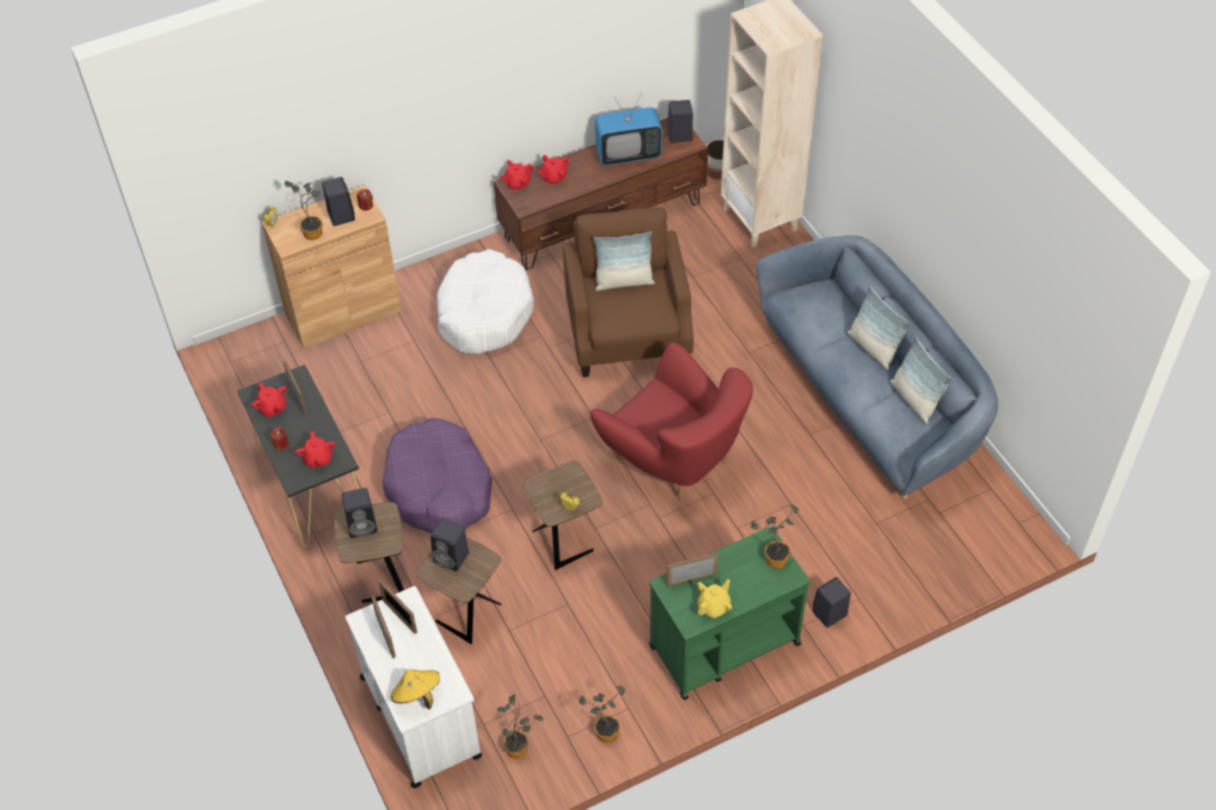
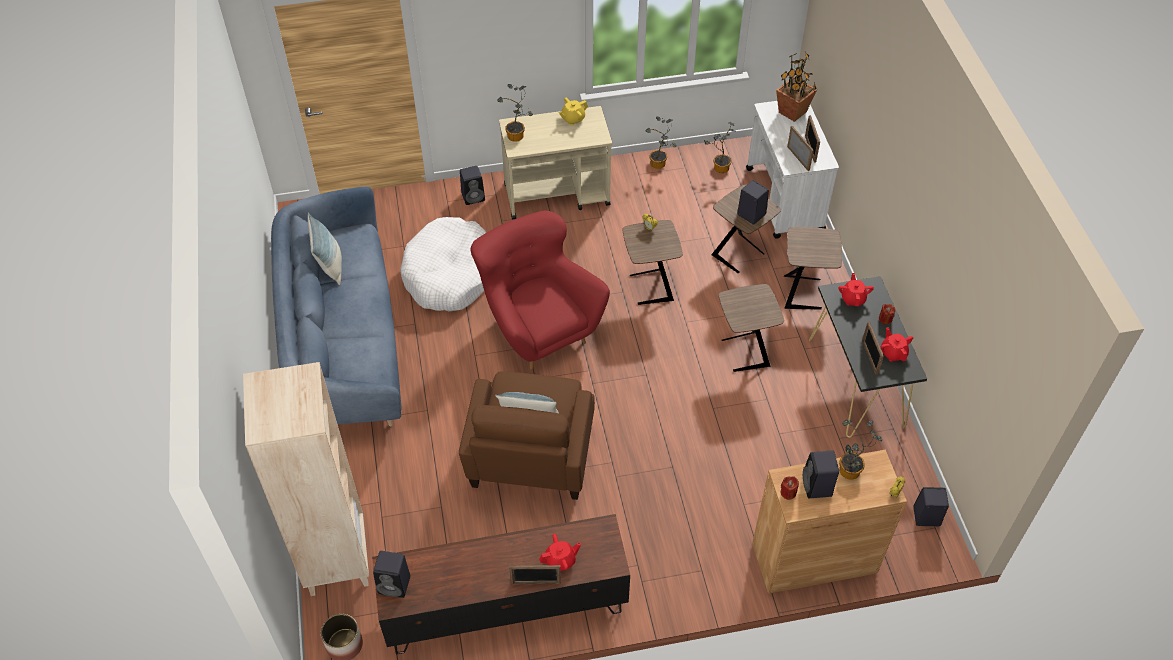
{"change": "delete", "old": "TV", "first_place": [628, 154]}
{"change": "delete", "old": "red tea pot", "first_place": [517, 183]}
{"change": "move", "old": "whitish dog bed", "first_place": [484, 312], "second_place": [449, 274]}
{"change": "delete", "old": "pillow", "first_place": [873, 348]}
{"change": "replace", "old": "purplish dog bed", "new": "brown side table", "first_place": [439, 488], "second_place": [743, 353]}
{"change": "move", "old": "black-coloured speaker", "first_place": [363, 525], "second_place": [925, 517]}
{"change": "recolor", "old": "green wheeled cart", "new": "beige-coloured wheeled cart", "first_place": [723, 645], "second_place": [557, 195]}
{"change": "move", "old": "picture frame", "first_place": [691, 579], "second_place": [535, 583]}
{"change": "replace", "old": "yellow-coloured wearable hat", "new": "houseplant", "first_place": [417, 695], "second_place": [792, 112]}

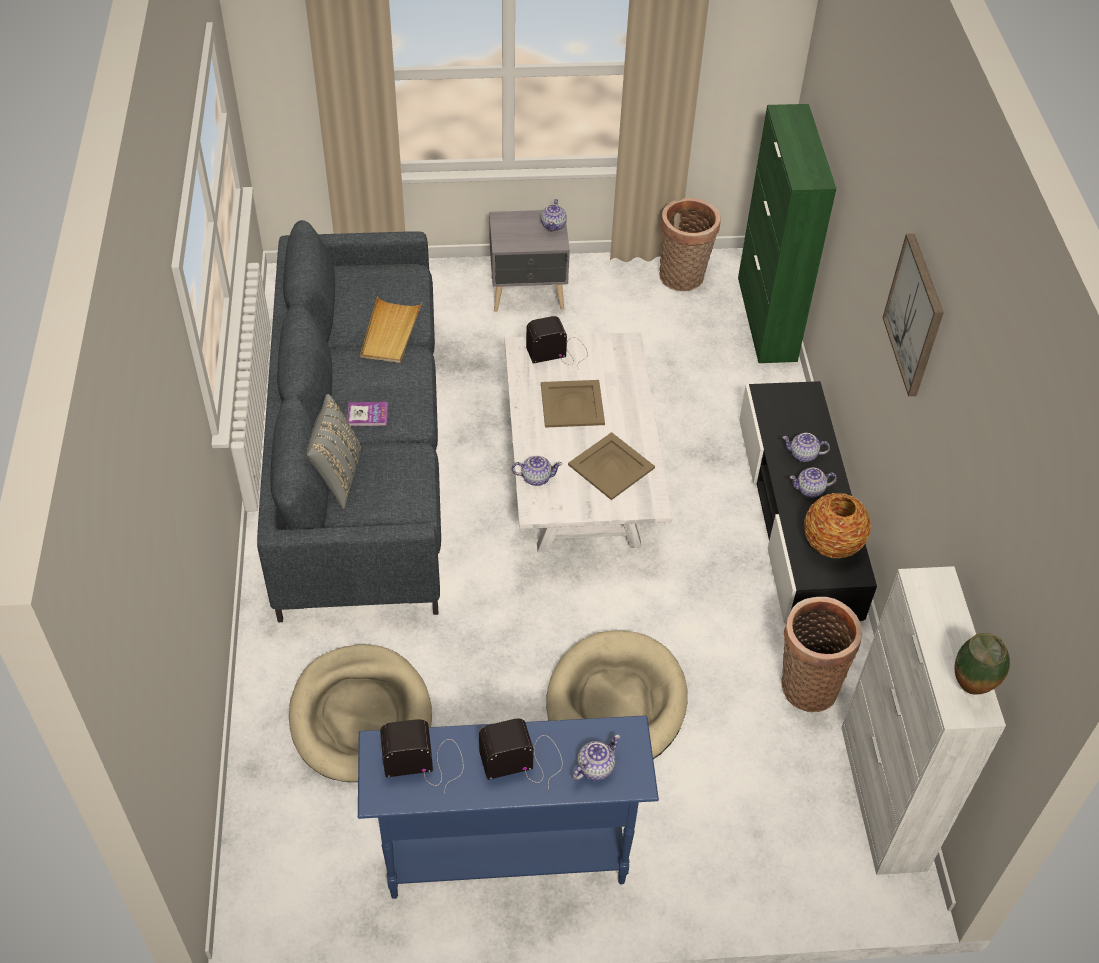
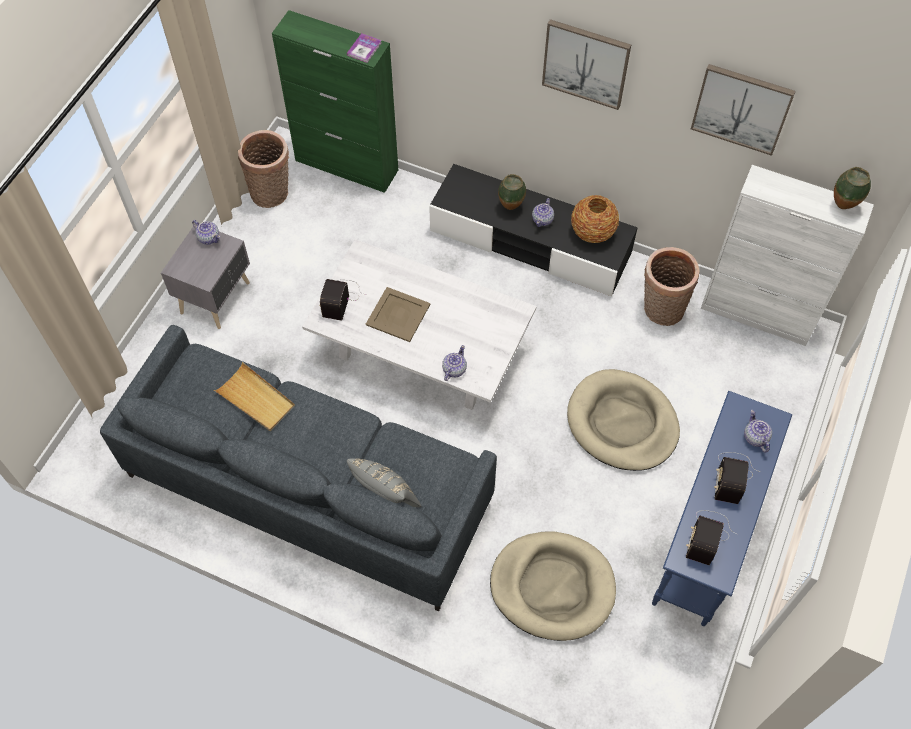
{"change": "move", "old": "book", "first_place": [367, 415], "second_place": [364, 49]}
{"change": "delete", "old": "beige-coloured serving tray", "first_place": [611, 466]}
{"change": "replace", "old": "tea pot", "new": "decorative vase", "first_place": [803, 455], "second_place": [511, 207]}
{"change": "insert", "new": "picture", "second_place": [741, 108]}

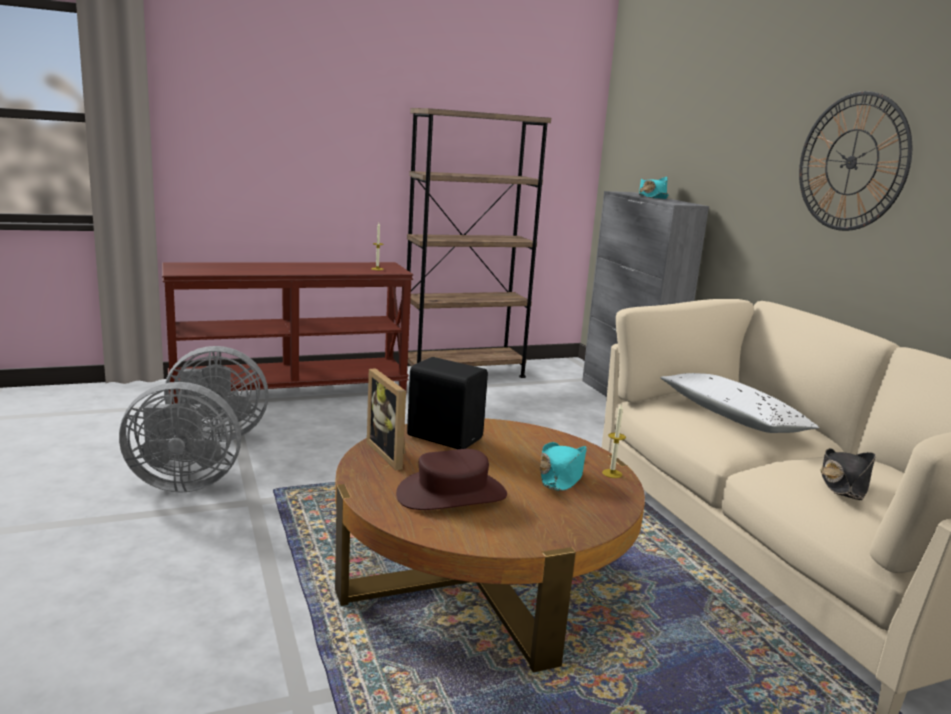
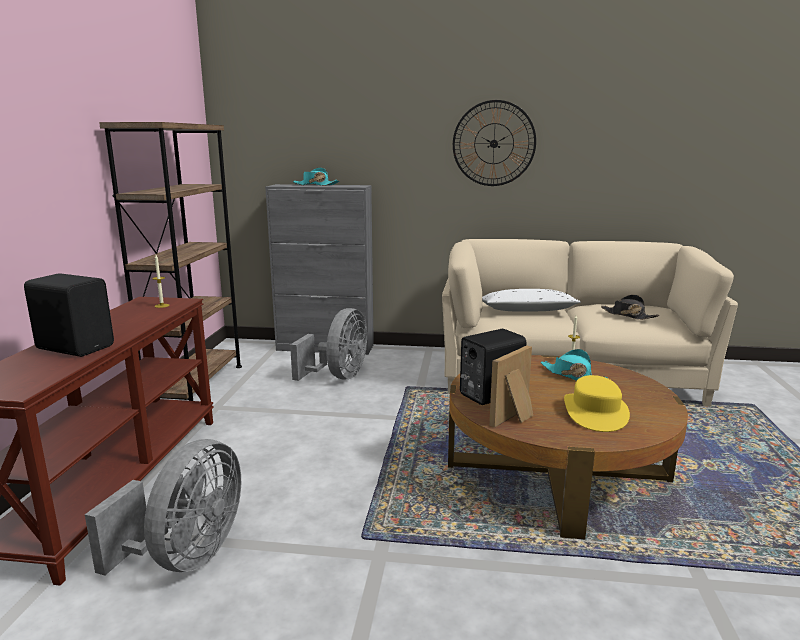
{"change": "rotate", "old": "picture frame", "first_place": [391, 454], "second_place": [515, 418], "degrees": 135}
{"change": "move", "old": "grey fan", "first_place": [182, 483], "second_place": [339, 376]}
{"change": "recolor", "old": "brown wearable hat", "new": "yellow-coloured wearable hat", "first_place": [451, 494], "second_place": [595, 412]}
{"change": "insert", "new": "black-coloured speaker", "second_place": [76, 347]}

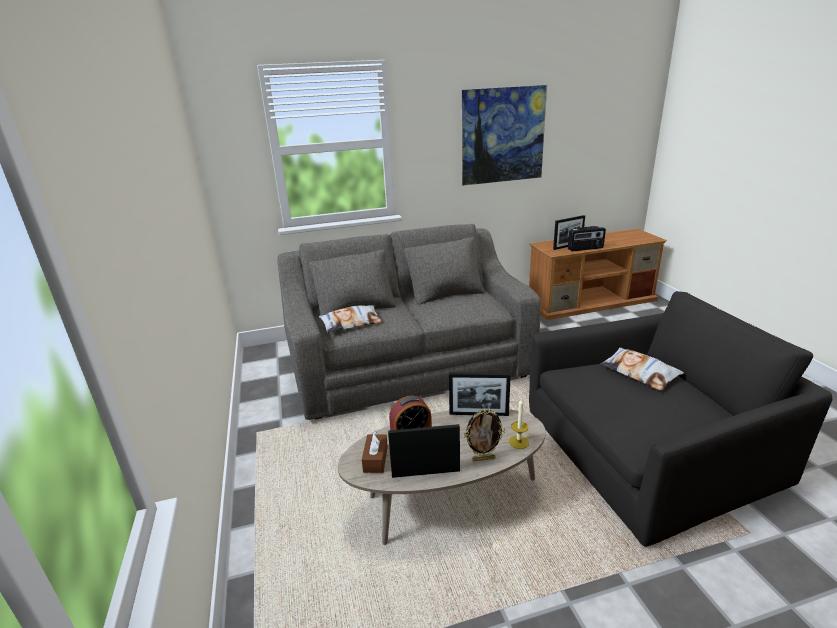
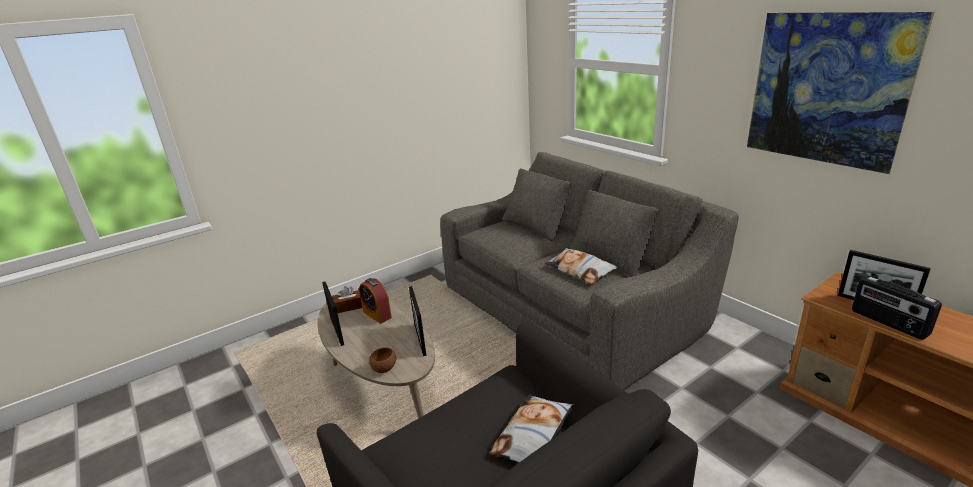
{"change": "move", "old": "pillow", "first_place": [351, 323], "second_place": [580, 270]}
{"change": "replace", "old": "candle", "new": "brown serving bowl", "first_place": [518, 442], "second_place": [384, 369]}
{"change": "delete", "old": "picture frame", "first_place": [483, 458]}

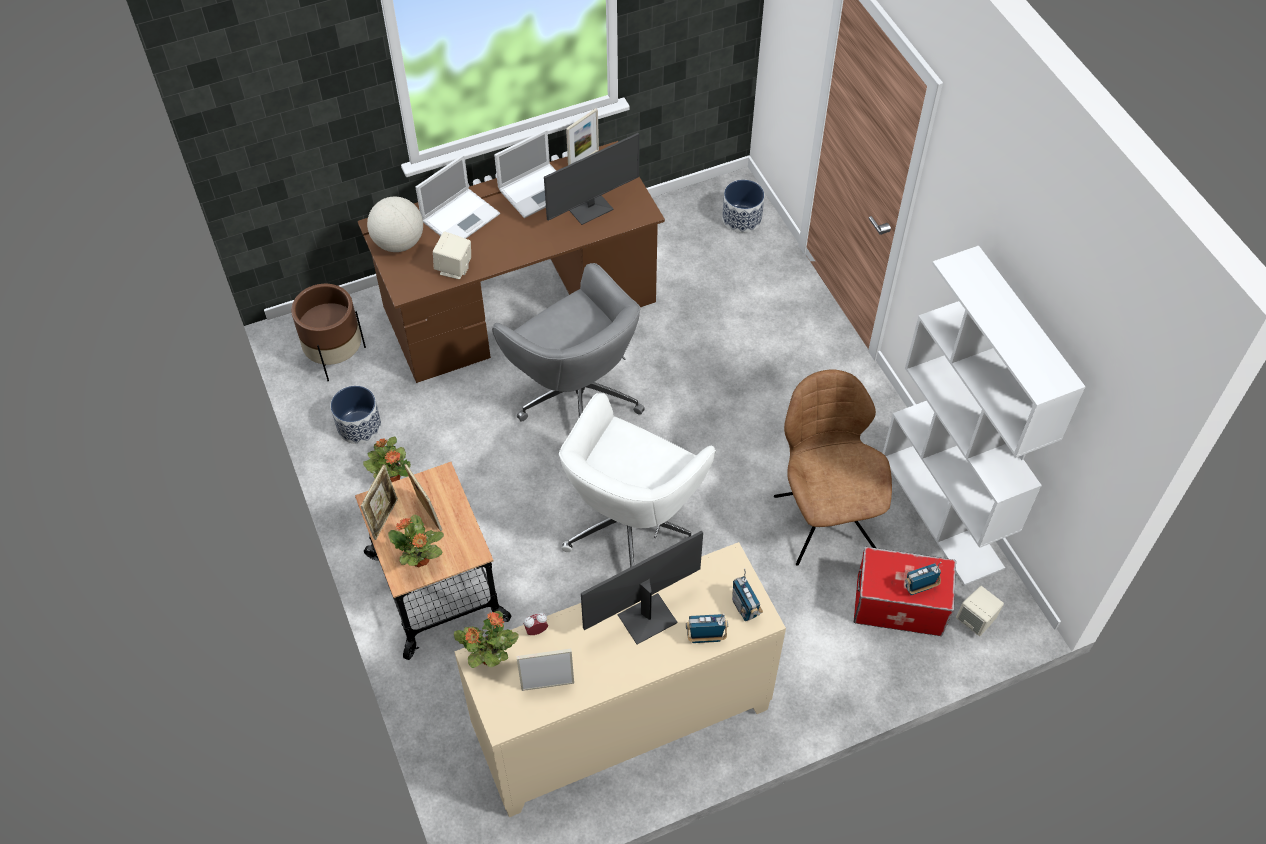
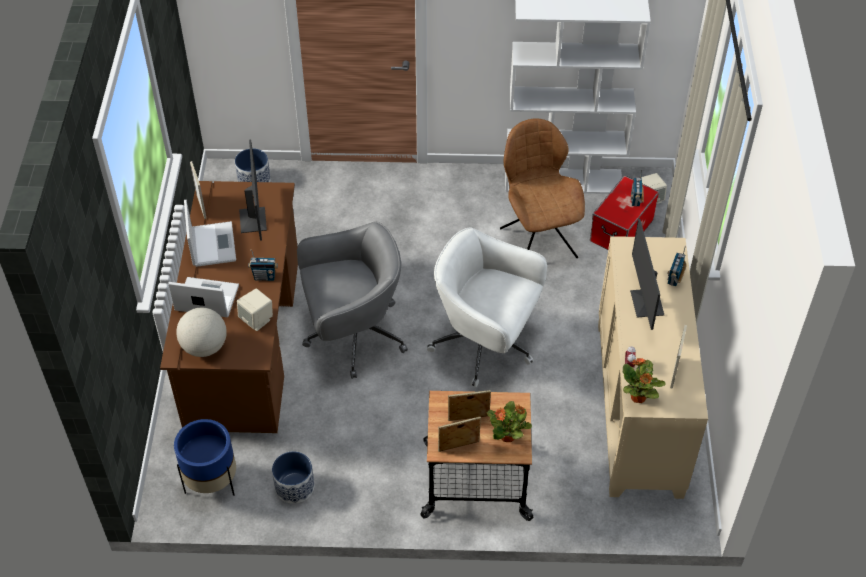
{"change": "rotate", "old": "notebook computer", "first_place": [461, 216], "second_place": [205, 298], "degrees": -60}
{"change": "recolor", "old": "brown plant pot", "new": "blue-coloured plant pot", "first_place": [336, 356], "second_place": [211, 482]}
{"change": "rotate", "old": "brown upright chair", "first_place": [823, 519], "second_place": [537, 240], "degrees": 60}
{"change": "rotate", "old": "whitish office chair", "first_place": [631, 525], "second_place": [485, 345], "degrees": 150}
{"change": "delete", "old": "houseplant", "first_place": [392, 477]}
{"change": "rotate", "old": "picture frame", "first_place": [384, 518], "second_place": [458, 448], "degrees": -60}
{"change": "move", "old": "radio receiver", "first_place": [745, 608], "second_place": [264, 277]}

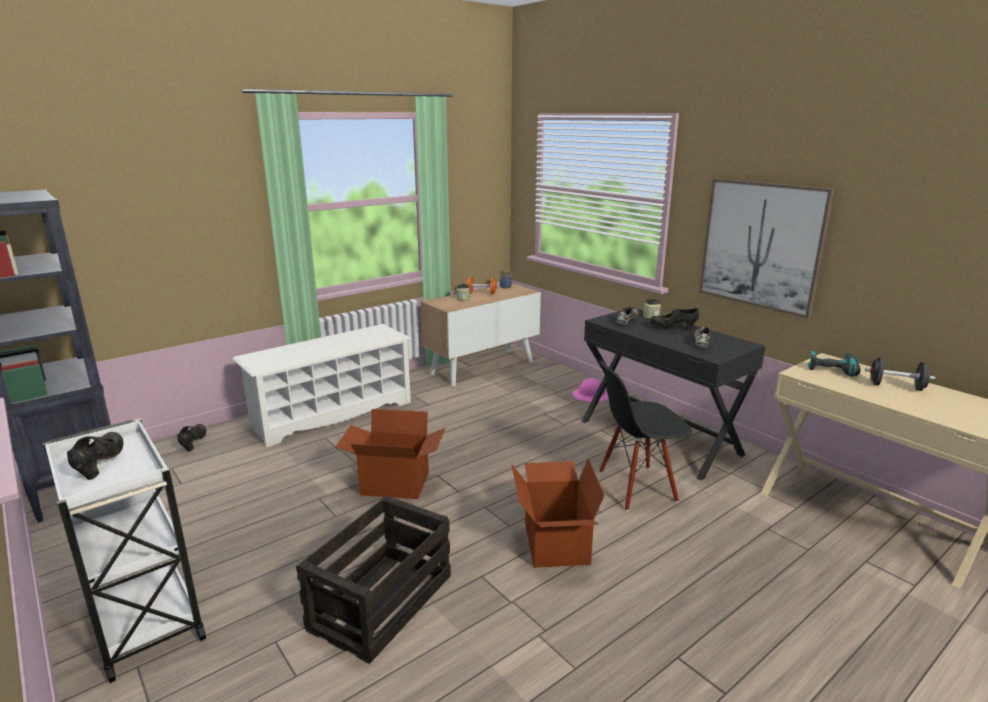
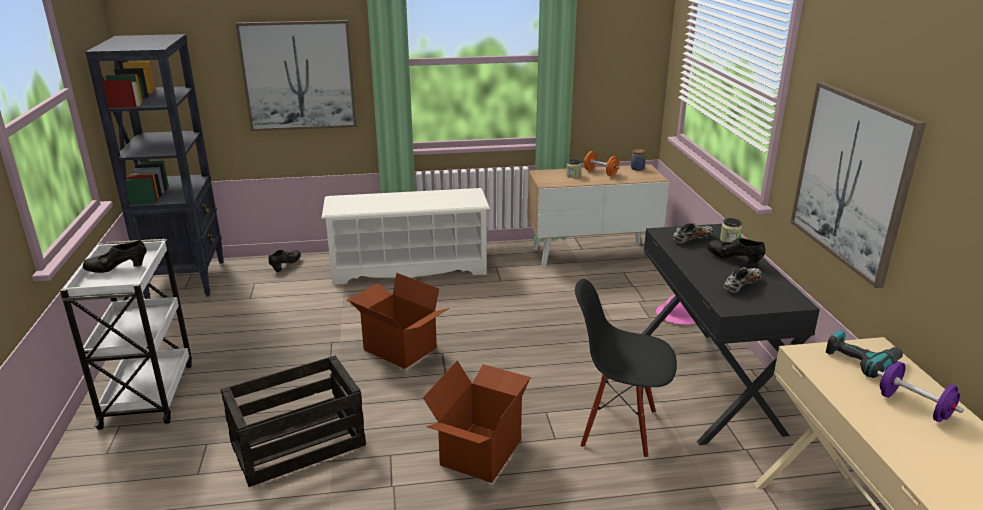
{"change": "recolor", "old": "black-coloured free weight", "new": "purplish free weight", "first_place": [896, 386], "second_place": [913, 406]}
{"change": "rotate", "old": "black-coloured item of footwear", "first_place": [101, 464], "second_place": [117, 269], "degrees": -135}
{"change": "insert", "new": "picture", "second_place": [298, 76]}

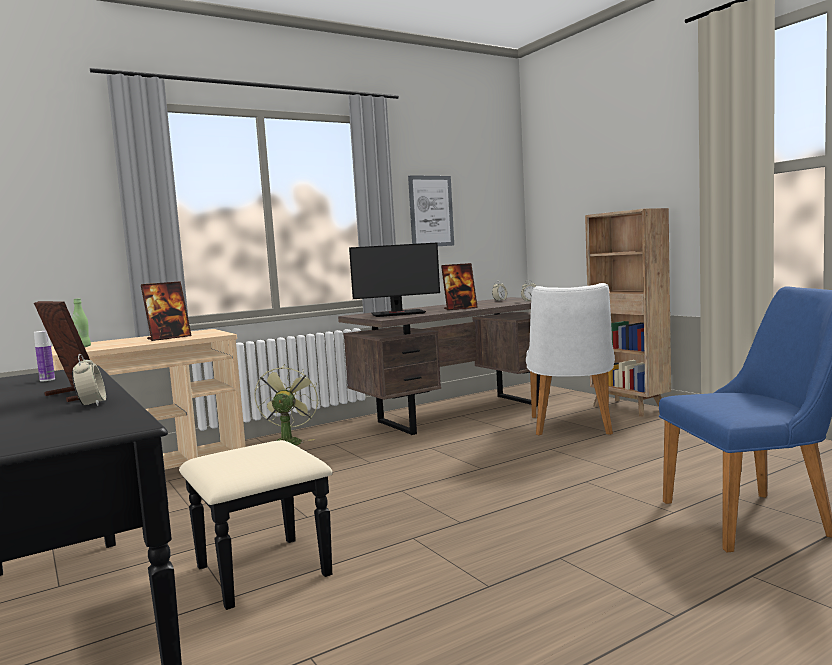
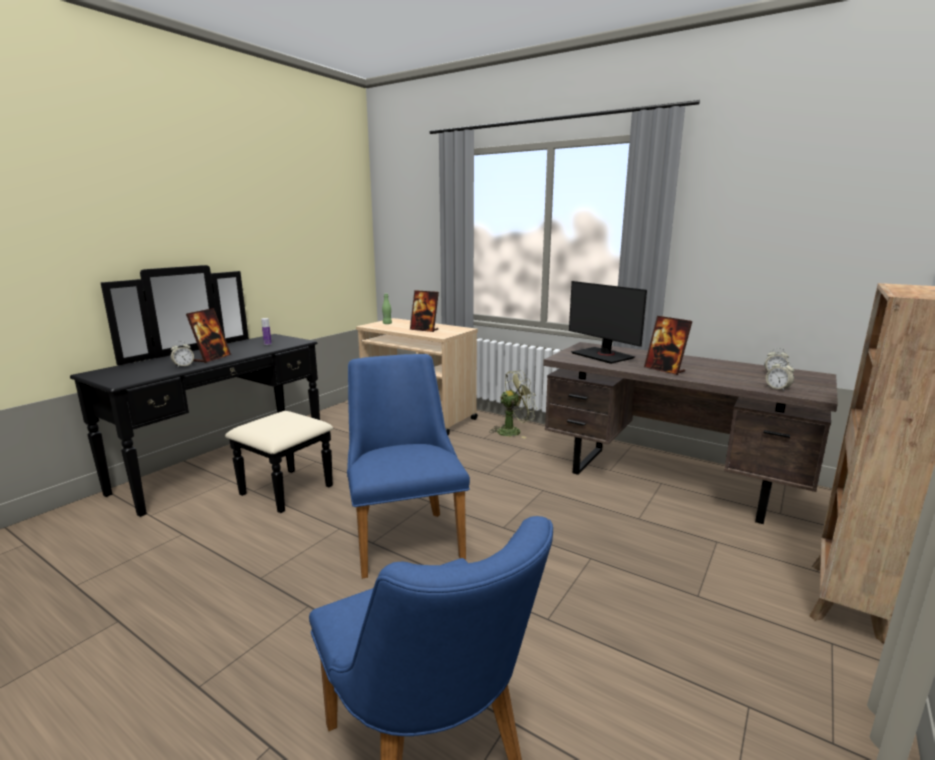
{"change": "delete", "old": "picture", "first_place": [431, 211]}
{"change": "delete", "old": "whitish upright chair", "first_place": [572, 427]}
{"change": "insert", "new": "blue-coloured upright chair", "second_place": [405, 535]}

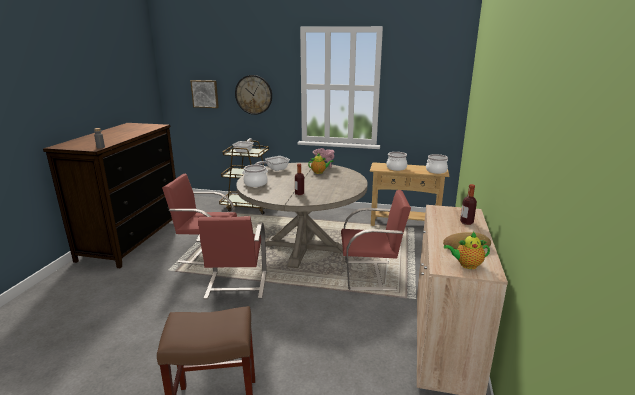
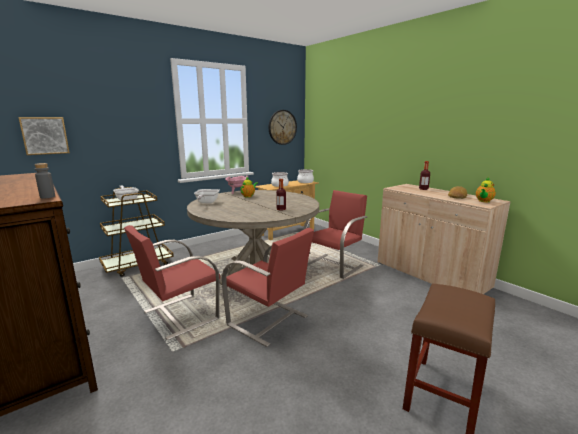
{"change": "move", "old": "hanging clock", "first_place": [253, 94], "second_place": [282, 127]}
{"change": "delete", "old": "saucepot", "first_place": [255, 183]}

